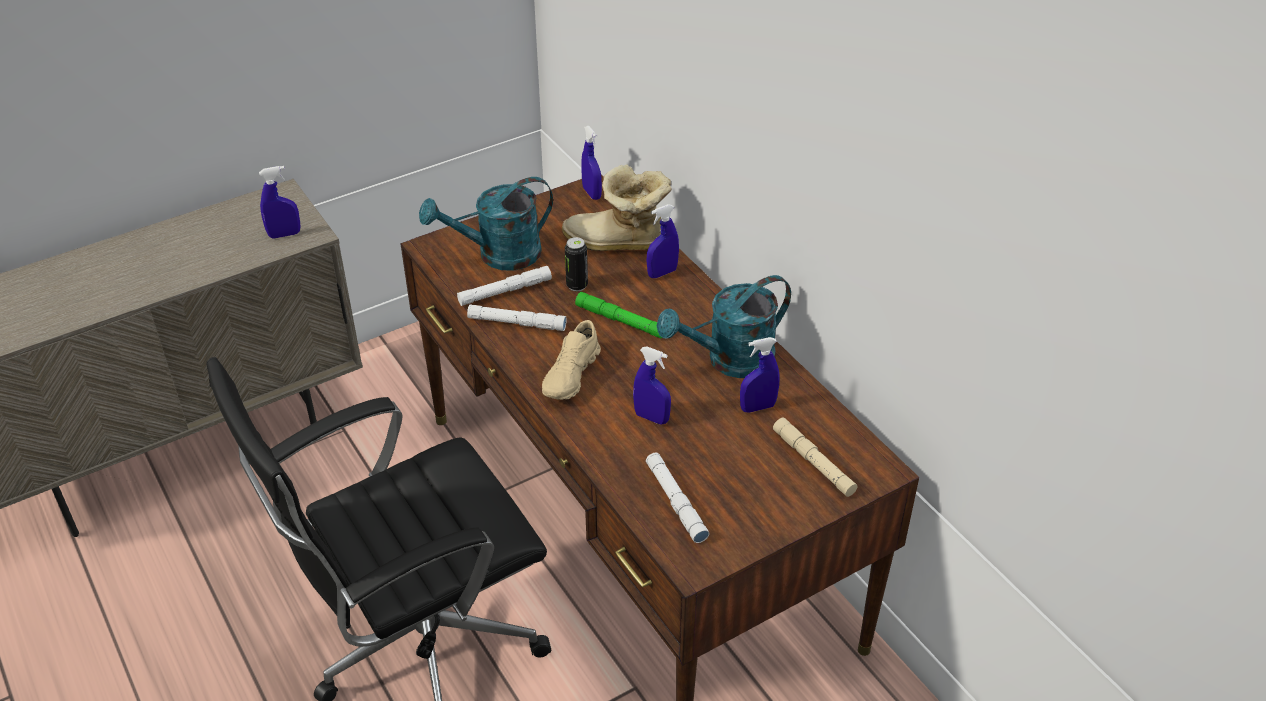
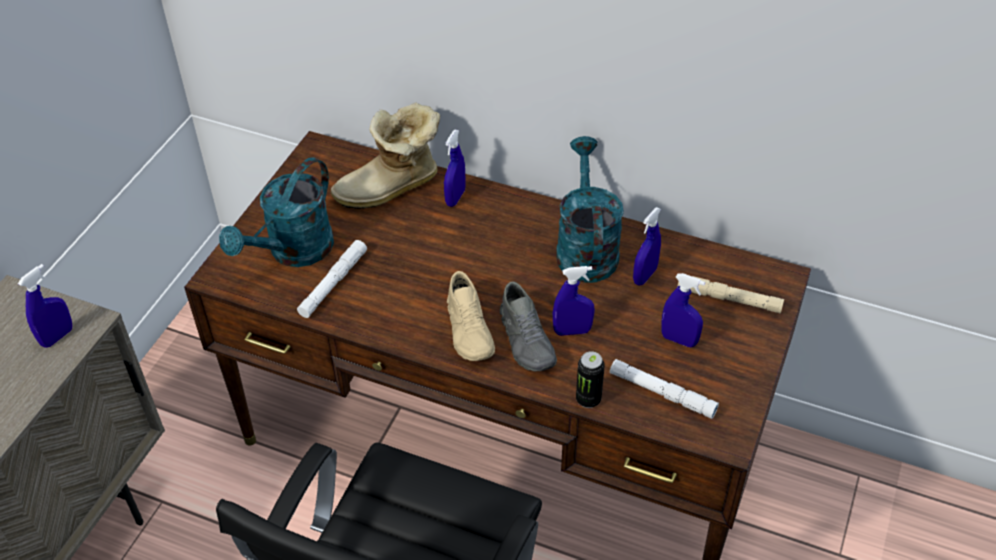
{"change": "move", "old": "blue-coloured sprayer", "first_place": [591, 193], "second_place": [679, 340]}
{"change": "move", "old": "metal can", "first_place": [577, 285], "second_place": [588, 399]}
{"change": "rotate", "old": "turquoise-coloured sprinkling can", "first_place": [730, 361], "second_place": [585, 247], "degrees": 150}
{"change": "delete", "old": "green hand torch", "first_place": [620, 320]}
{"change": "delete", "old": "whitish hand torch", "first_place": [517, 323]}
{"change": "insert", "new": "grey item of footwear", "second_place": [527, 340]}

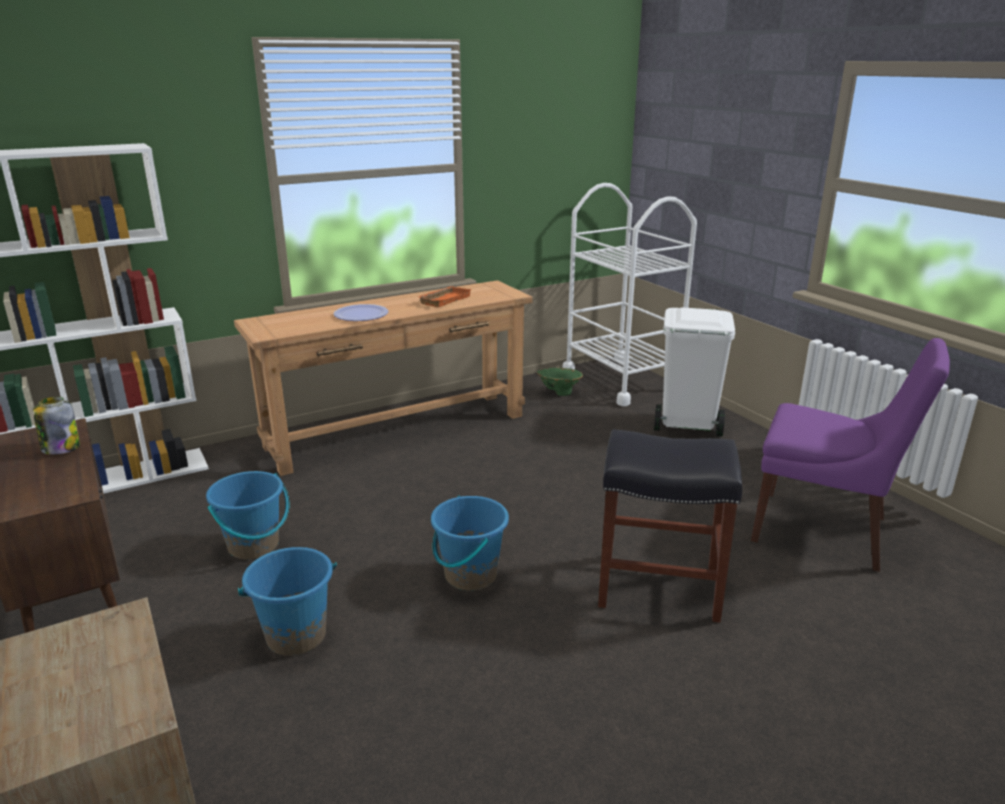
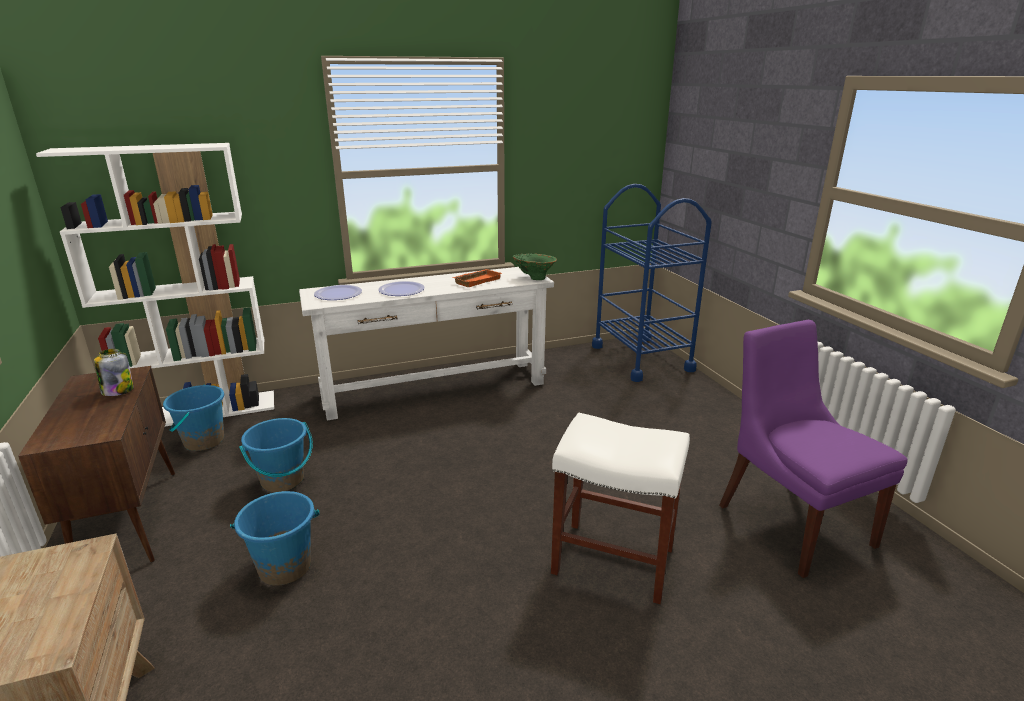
{"change": "recolor", "old": "whitish wheeled cart", "new": "blue-coloured wheeled cart", "first_place": [621, 381], "second_place": [641, 358]}
{"change": "recolor", "old": "brown narrow table", "new": "whitish narrow table", "first_place": [397, 431], "second_place": [434, 389]}
{"change": "delete", "old": "whitish rubbish bin", "first_place": [686, 425]}
{"change": "rotate", "old": "purplish upright chair", "first_place": [825, 531], "second_place": [790, 522], "degrees": -150}
{"change": "move", "old": "green decorative vase", "first_place": [559, 393], "second_place": [534, 278]}
{"change": "recolor", "old": "black-coloured sitting stool", "new": "whitish sitting stool", "first_place": [660, 586], "second_place": [615, 560]}
{"change": "move", "old": "blue-coloured pail", "first_place": [470, 575], "second_place": [203, 441]}
{"change": "insert", "new": "dinner plate", "second_place": [338, 294]}

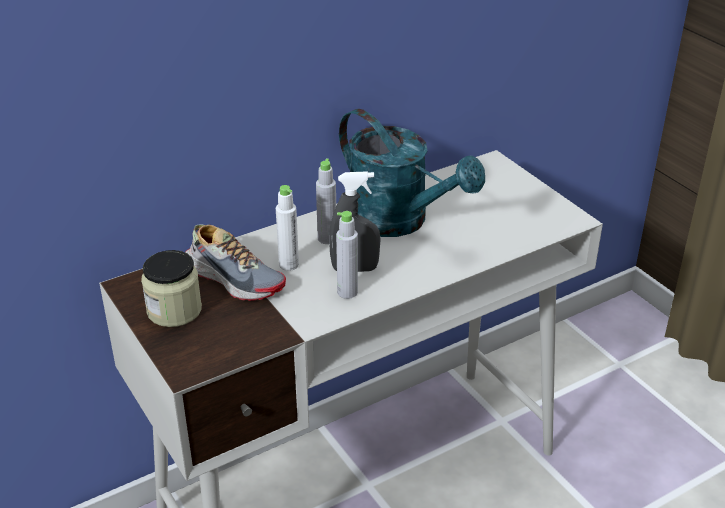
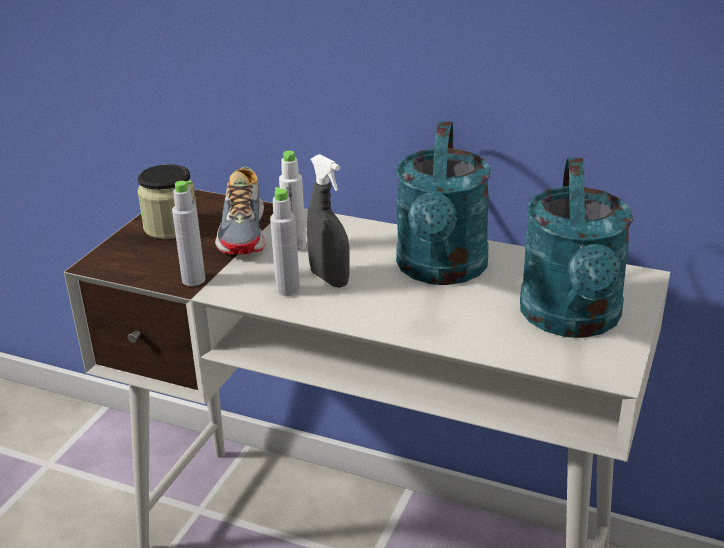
{"change": "move", "old": "grey beverage bottle", "first_place": [327, 238], "second_place": [193, 280]}
{"change": "insert", "new": "turquoise-coloured sprinkling can", "second_place": [572, 320]}

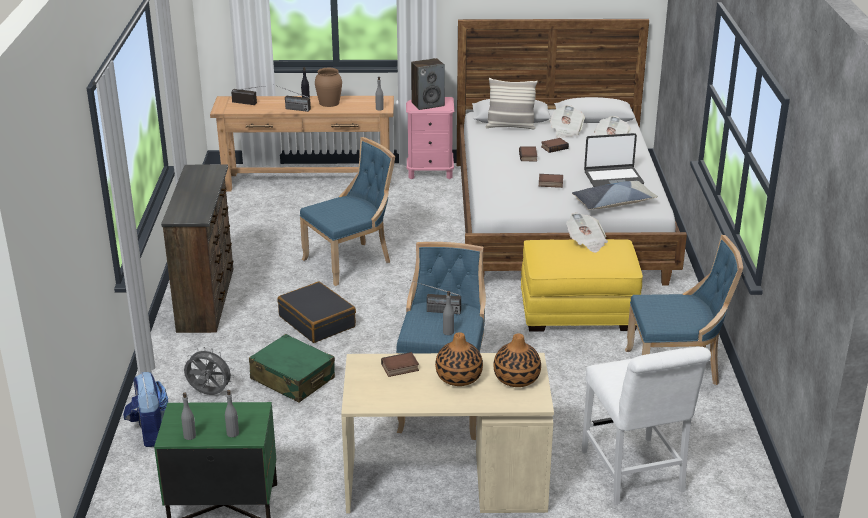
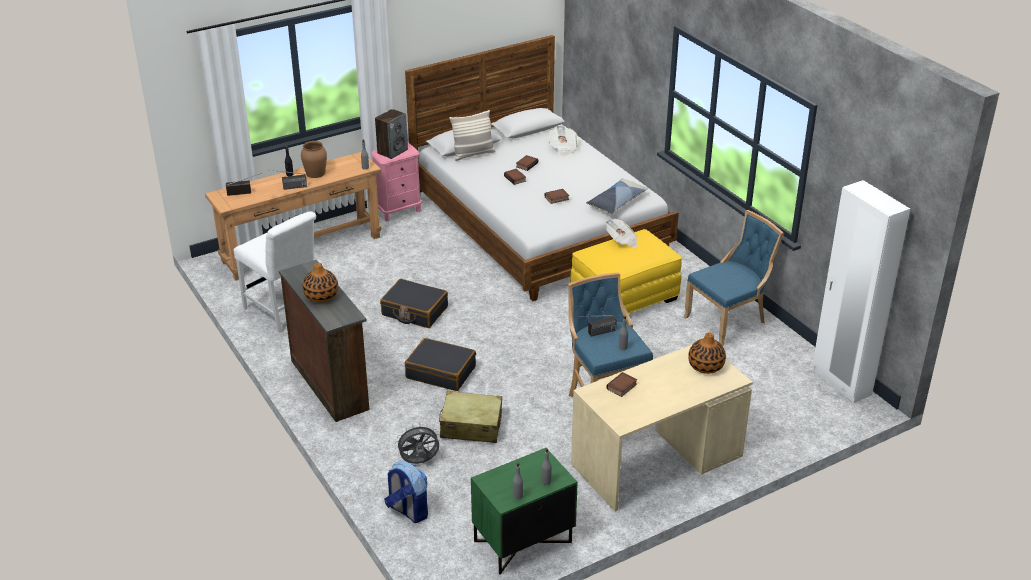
{"change": "delete", "old": "daily paper", "first_place": [566, 131]}
{"change": "delete", "old": "notebook computer", "first_place": [613, 178]}
{"change": "replace", "old": "blue-coloured upright chair", "new": "black-coloured suitcase", "first_place": [351, 261], "second_place": [414, 311]}
{"change": "move", "old": "decorative vase", "first_place": [459, 377], "second_place": [321, 296]}
{"change": "recolor", "old": "green suitcase", "new": "beige-coloured suitcase", "first_place": [292, 379], "second_place": [471, 426]}
{"change": "move", "old": "whitish upright chair", "first_place": [634, 474], "second_place": [284, 312]}
{"change": "insert", "new": "whitish wardrobe", "second_place": [841, 383]}

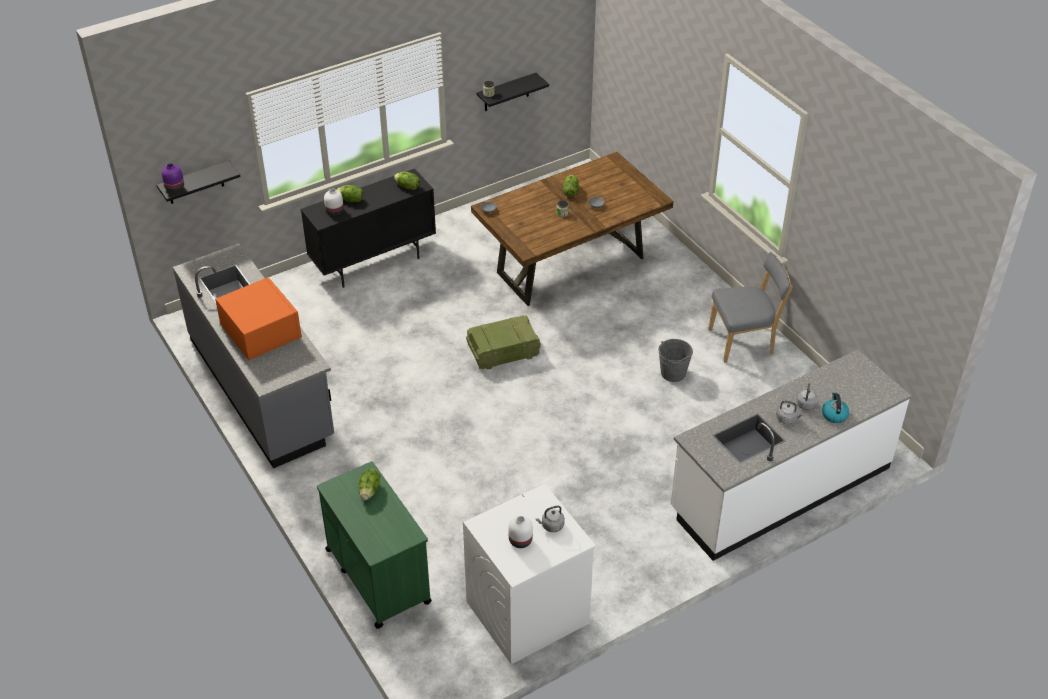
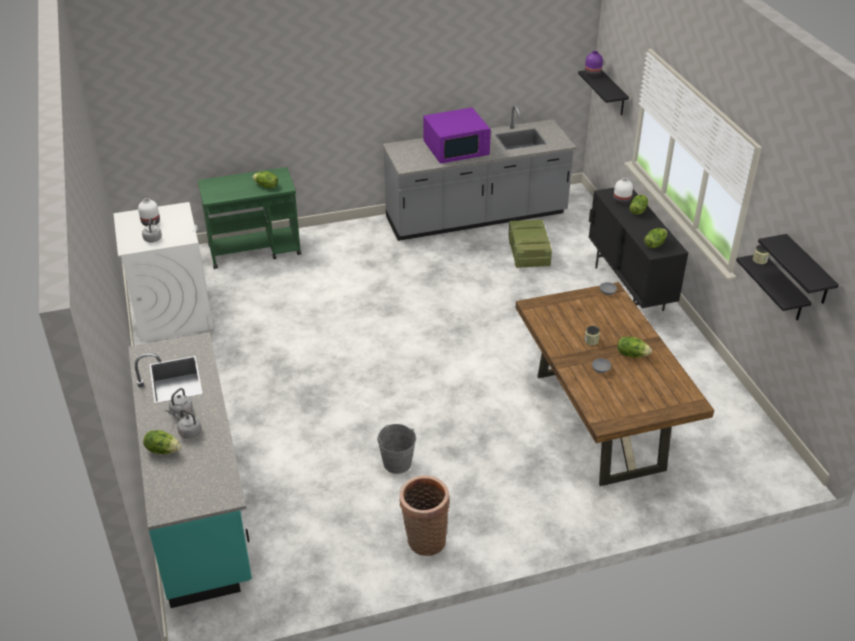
{"change": "replace", "old": "grey upright chair", "new": "basket", "first_place": [744, 342], "second_place": [424, 539]}
{"change": "recolor", "old": "orange-coloured kitchen microwave", "new": "purplish kitchen microwave", "first_place": [260, 331], "second_place": [456, 148]}
{"change": "move", "old": "shipping crate", "first_place": [504, 351], "second_place": [529, 254]}
{"change": "recolor", "old": "whitish kitchen base unit", "new": "turquoise-coloured kitchen base unit", "first_place": [780, 488], "second_place": [199, 501]}
{"change": "replace", "old": "kettle", "new": "head of lettuce", "first_place": [834, 415], "second_place": [163, 450]}
{"change": "insert", "new": "black-coloured shelf", "second_place": [808, 271]}

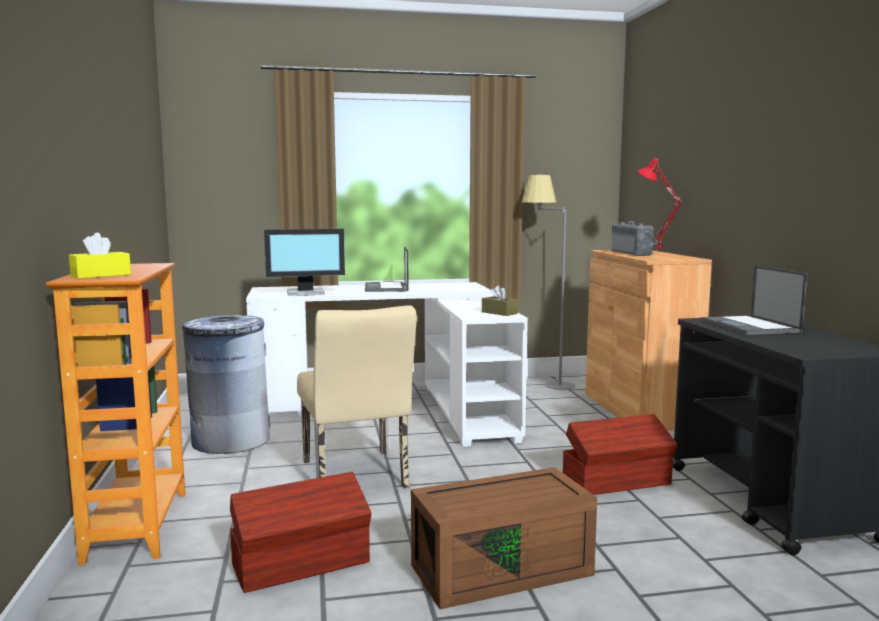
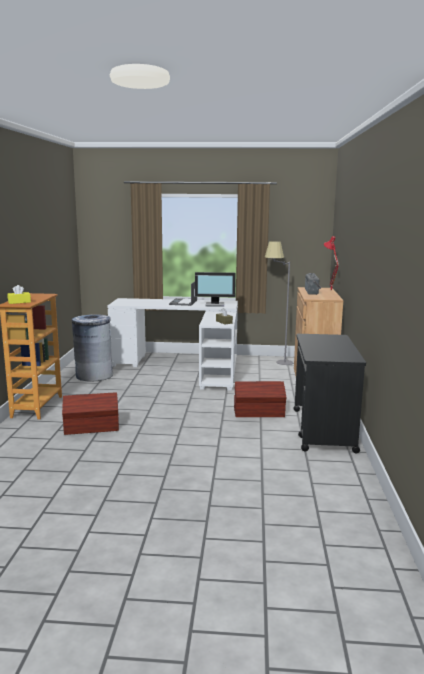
{"change": "move", "old": "computer display", "first_place": [306, 293], "second_place": [215, 305]}
{"change": "delete", "old": "notebook computer", "first_place": [750, 326]}
{"change": "delete", "old": "beige-coloured upright chair", "first_place": [356, 478]}
{"change": "delete", "old": "brown storage box", "first_place": [502, 568]}

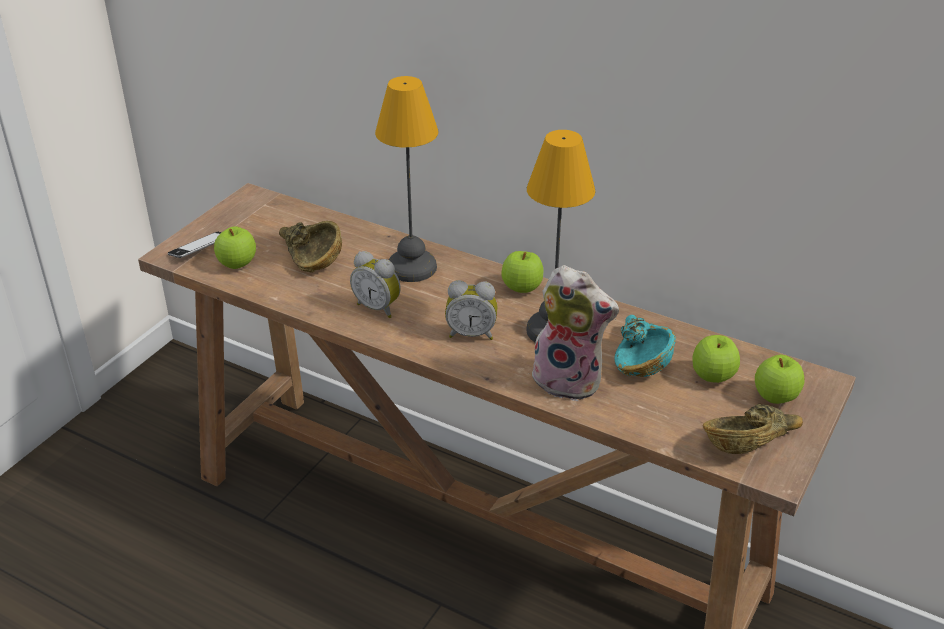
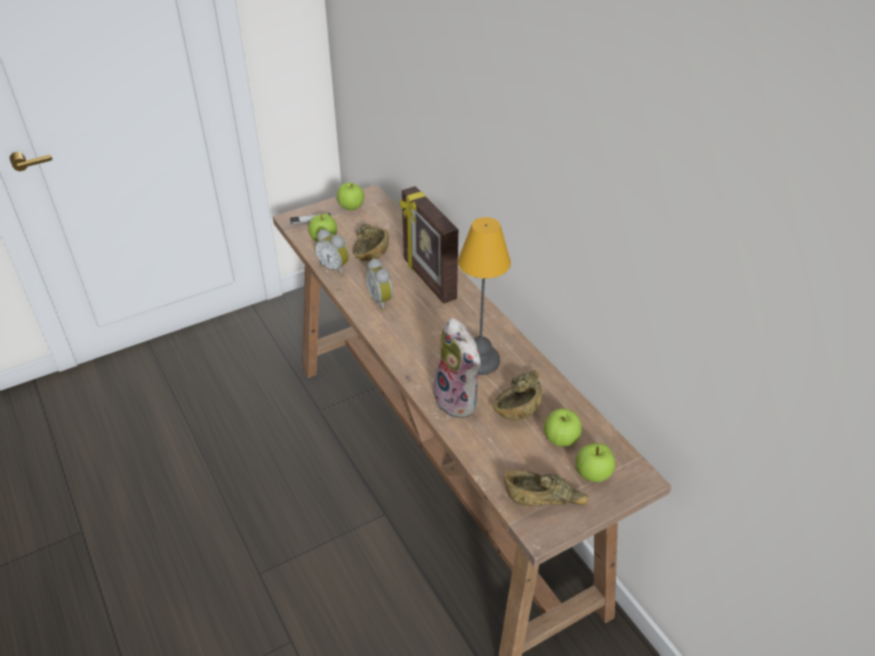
{"change": "replace", "old": "tabletop lamp", "new": "picture frame", "first_place": [413, 267], "second_place": [428, 280]}
{"change": "move", "old": "apple fruit", "first_place": [521, 288], "second_place": [351, 207]}
{"change": "move", "old": "alarm clock", "first_place": [471, 333], "second_place": [335, 268]}
{"change": "recolor", "old": "turquoise-coloured serving bowl", "new": "brown serving bowl", "first_place": [636, 357], "second_place": [519, 403]}

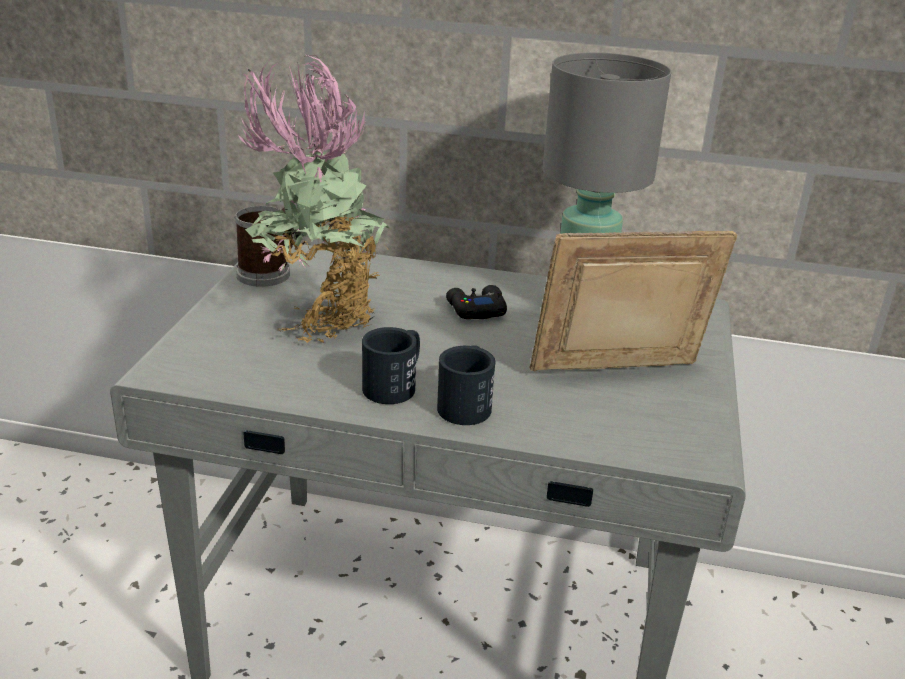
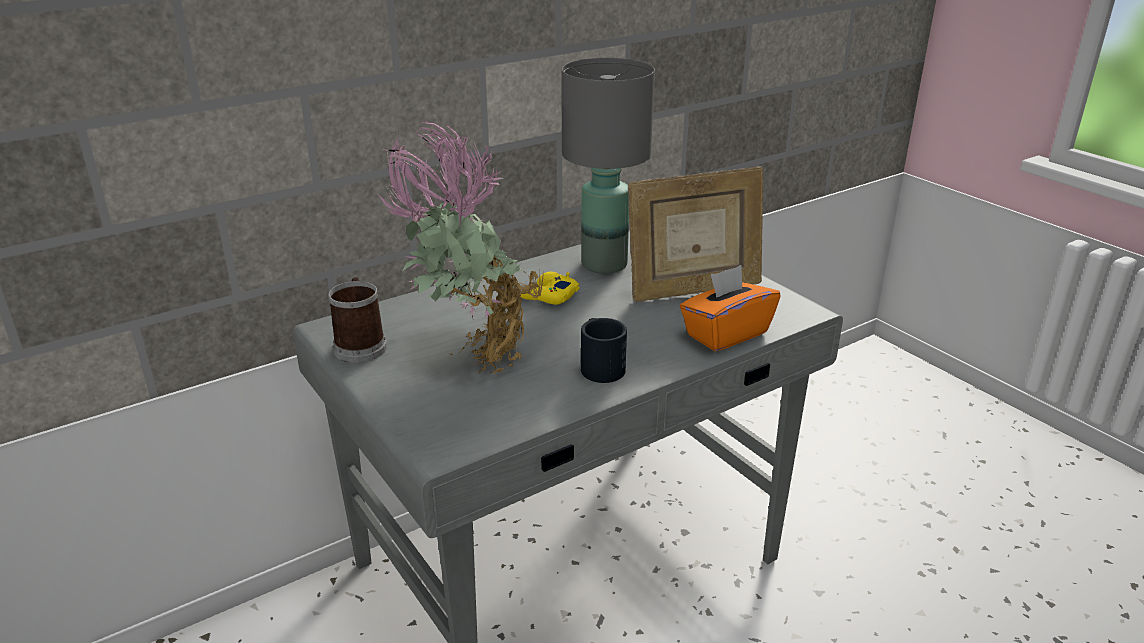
{"change": "rotate", "old": "picture frame", "first_place": [619, 374], "second_place": [693, 291], "degrees": -135}
{"change": "recolor", "old": "black-coloured game controller", "new": "yellow-coloured game controller", "first_place": [475, 309], "second_place": [549, 295]}
{"change": "delete", "old": "black-coloured coffee mug", "first_place": [466, 403]}
{"change": "insert", "new": "orange-coloured tissue holder", "second_place": [726, 334]}

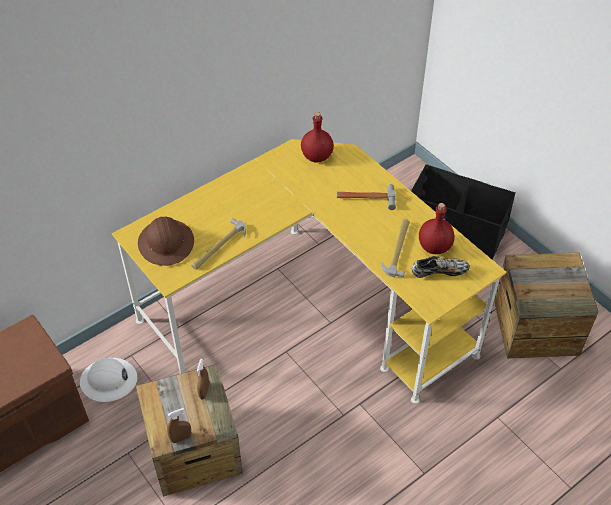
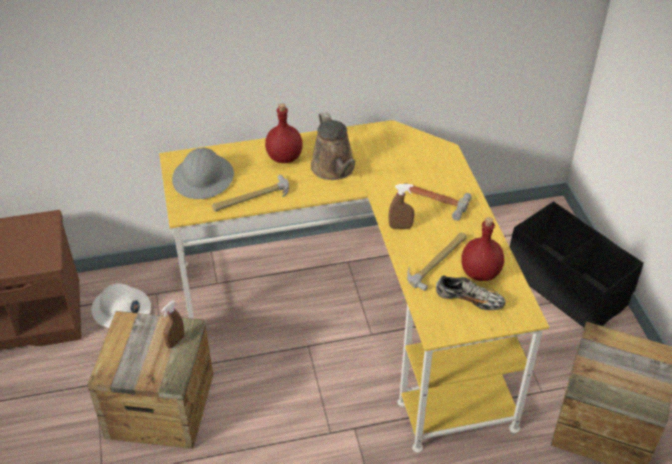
{"change": "move", "old": "red beverage bottle", "first_place": [316, 156], "second_place": [284, 157]}
{"change": "recolor", "old": "brown hard hat", "new": "grey hard hat", "first_place": [166, 243], "second_place": [203, 178]}
{"change": "move", "old": "brown sprayer", "first_place": [181, 438], "second_place": [400, 227]}
{"change": "insert", "new": "brown sprinkling can", "second_place": [334, 168]}

